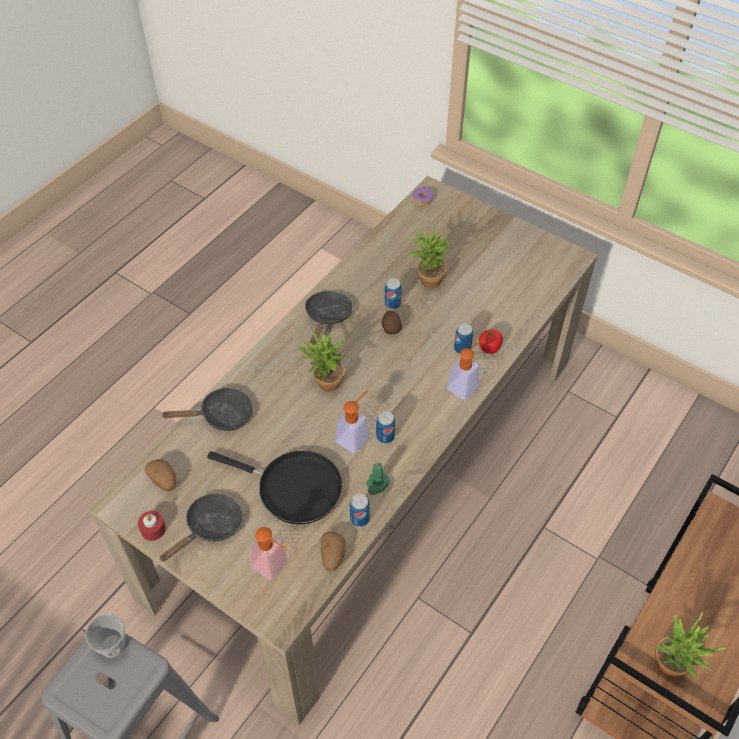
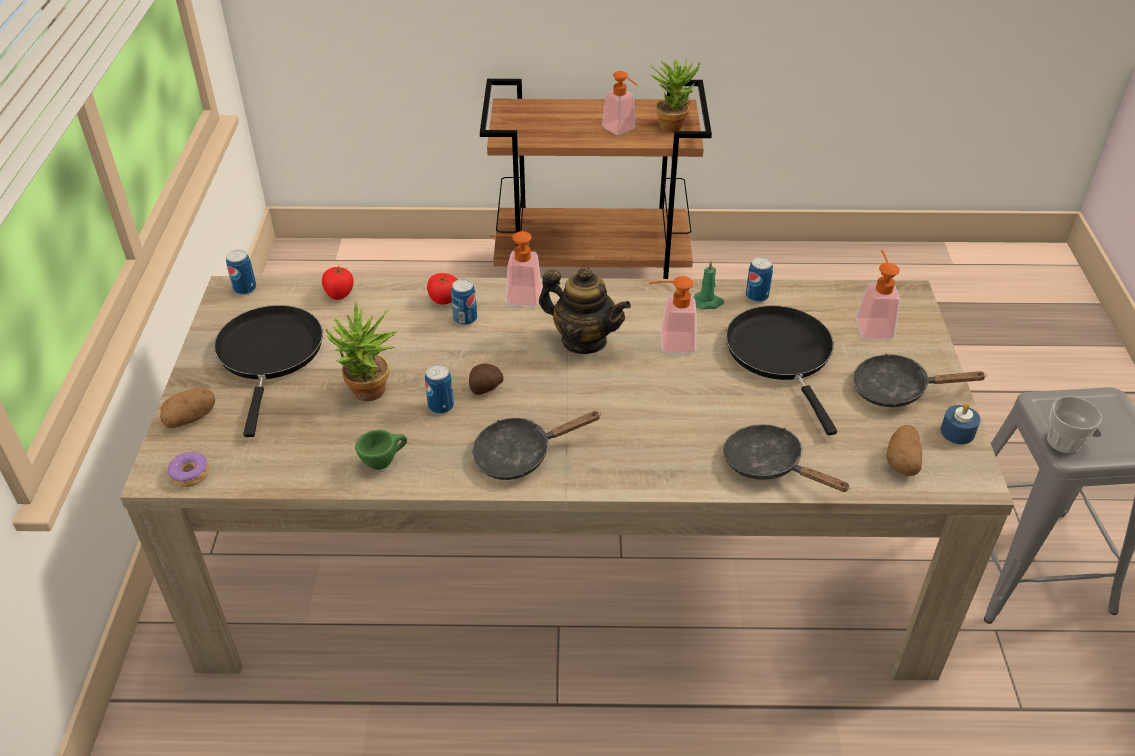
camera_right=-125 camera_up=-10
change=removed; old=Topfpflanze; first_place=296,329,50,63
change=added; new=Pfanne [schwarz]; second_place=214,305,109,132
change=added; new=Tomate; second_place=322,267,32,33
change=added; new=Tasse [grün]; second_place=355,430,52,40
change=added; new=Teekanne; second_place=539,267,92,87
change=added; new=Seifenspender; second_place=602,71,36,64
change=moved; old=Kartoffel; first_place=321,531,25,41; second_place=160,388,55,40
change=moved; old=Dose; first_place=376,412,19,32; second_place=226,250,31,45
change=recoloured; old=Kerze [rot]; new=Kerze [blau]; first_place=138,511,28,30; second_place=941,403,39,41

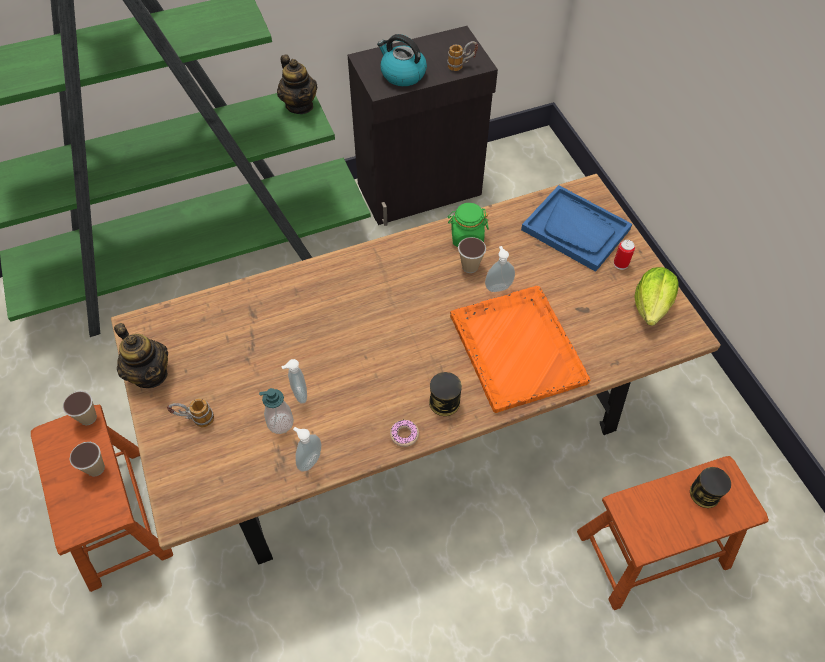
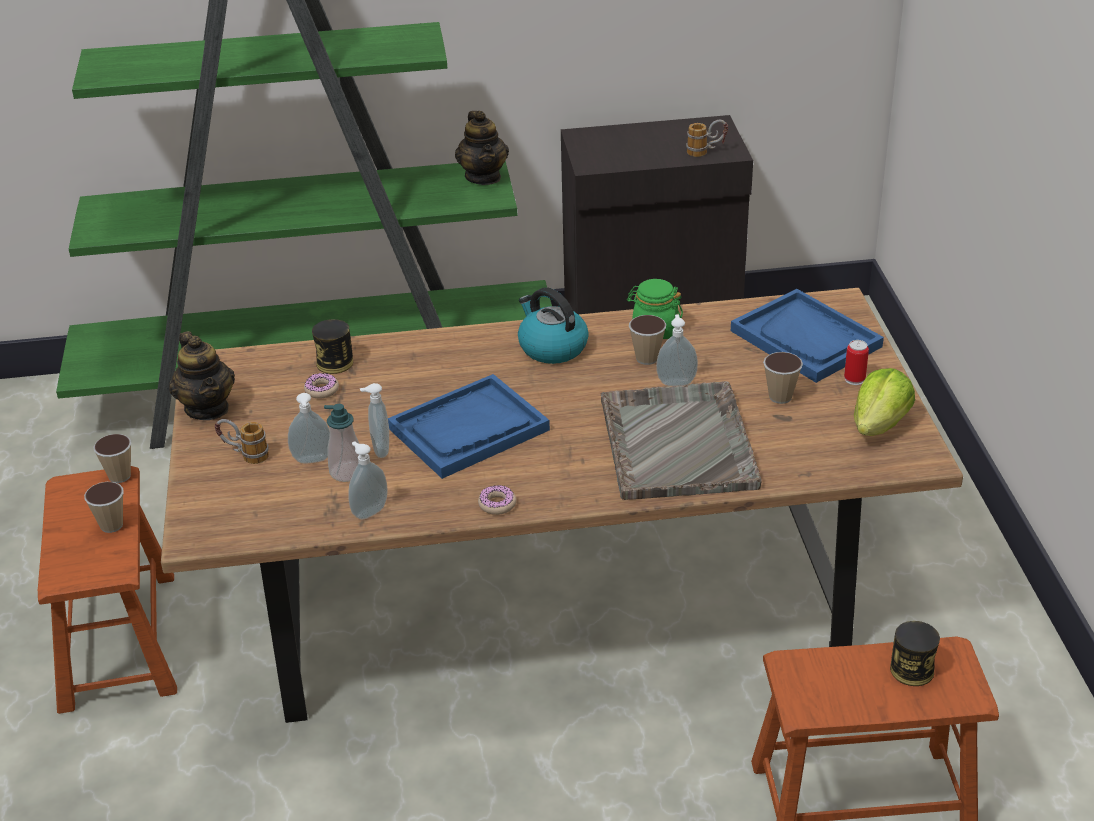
camera_right=15 camera_up=-20
change=added; new=Seifenspender; second_place=288,393,42,70
change=added; new=Donut; second_place=304,373,35,26
change=added; new=Tablett [blau]; second_place=388,374,162,105
change=added; new=Tasse; second_place=763,352,40,52
change=moved; old=Wasserkessel; first_place=377,34,50,52; second_place=518,287,71,77
change=moved; old=Dose; first_place=429,372,33,44; second_place=312,319,41,55
change=recoloured; old=Tablett [orange]; new=Tablett [grau]; first_place=450,286,140,127; second_place=601,381,161,119

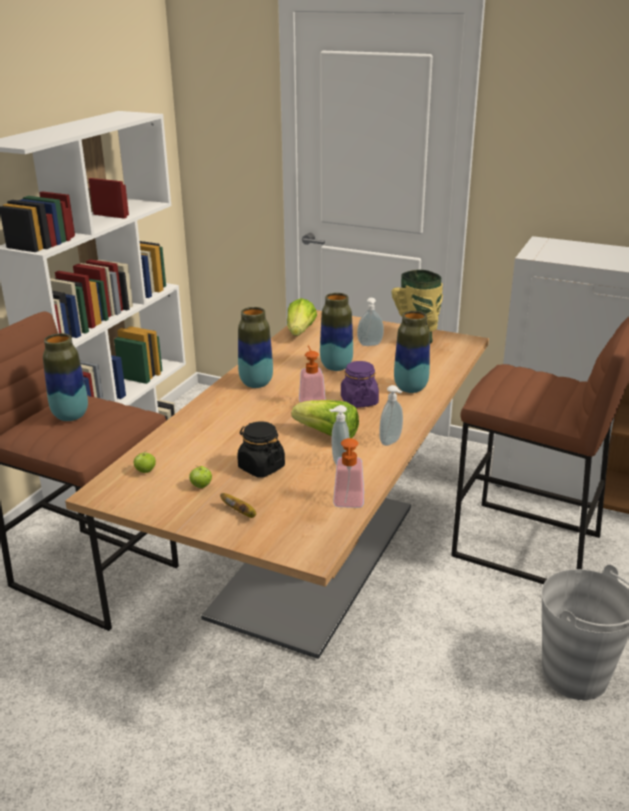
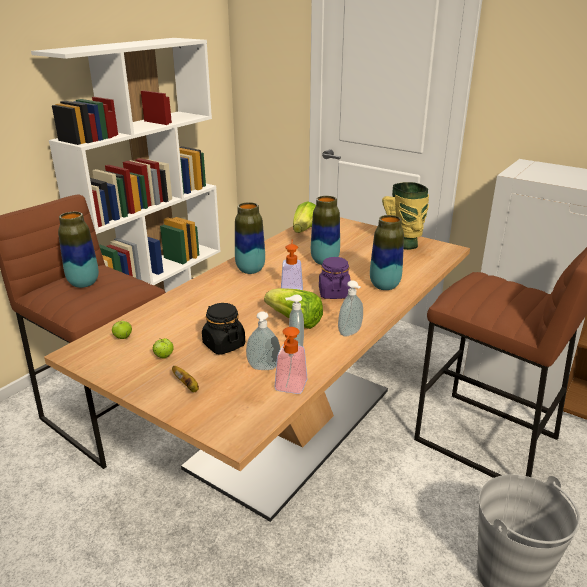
camera_right=10 camera_up=0
change=moved; old=Seifenspender; first_place=357,298,27,48; second_place=246,311,35,59

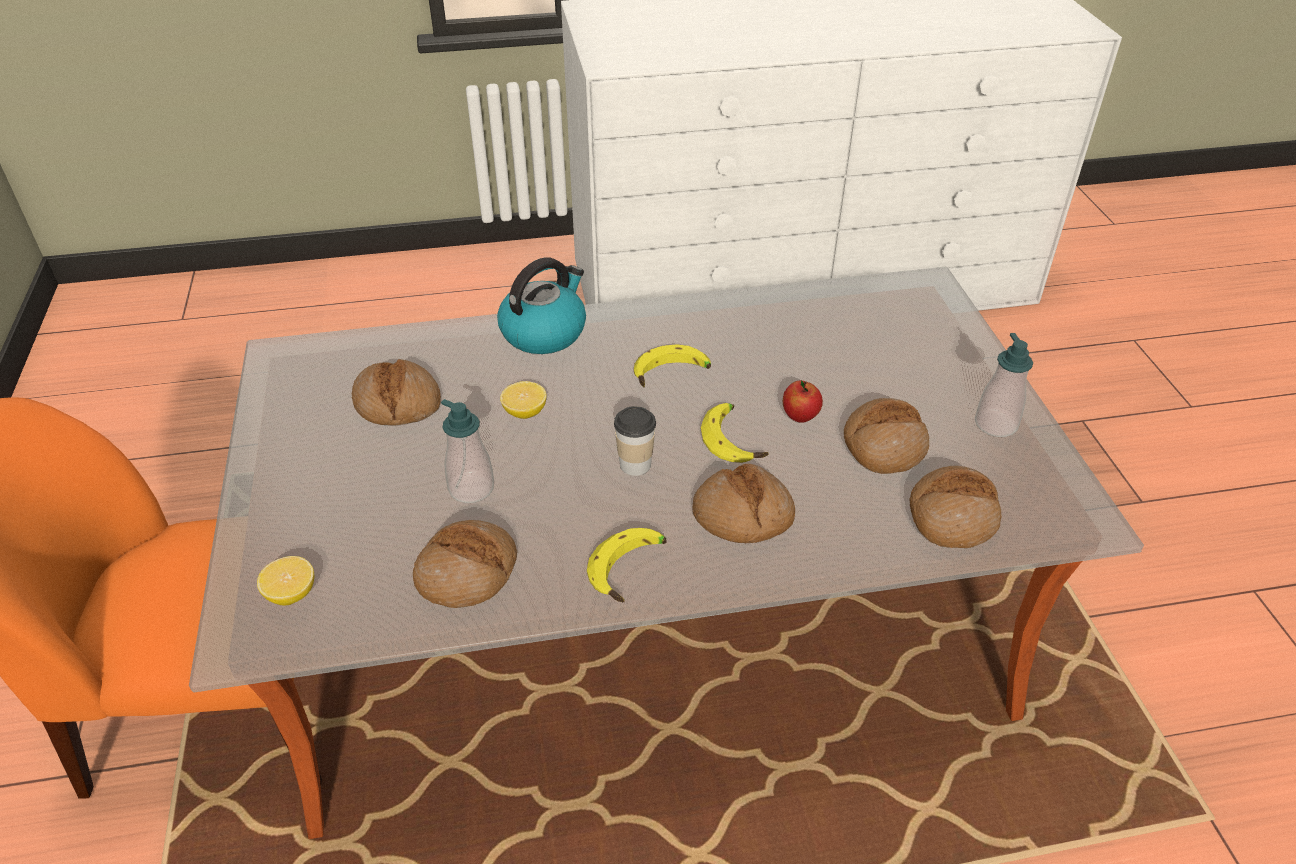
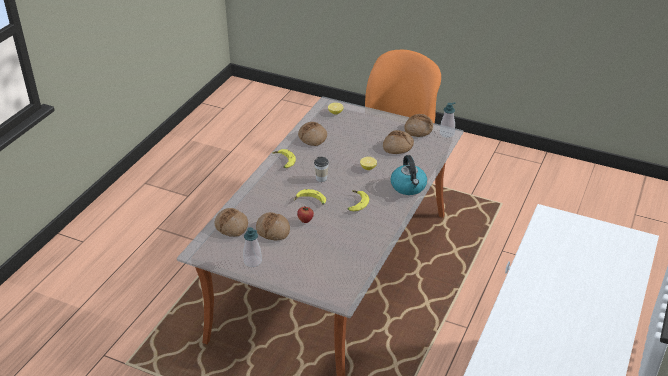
camera_right=125 camera_up=-5
change=moved; old=Seifenspender; first_place=441,399,53,104; second_place=440,102,15,36
change=moved; old=Brot; first_place=693,464,102,79; second_place=404,114,29,23

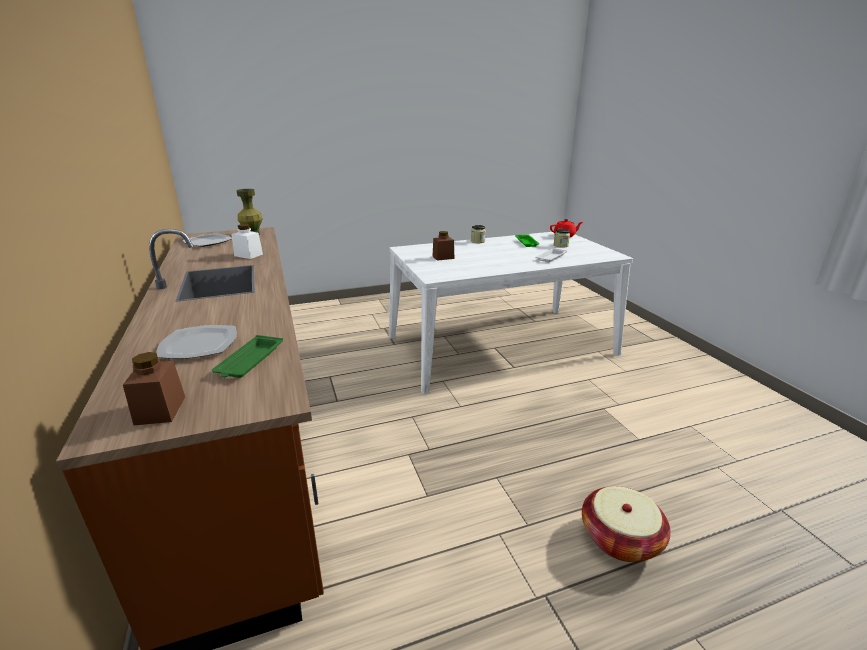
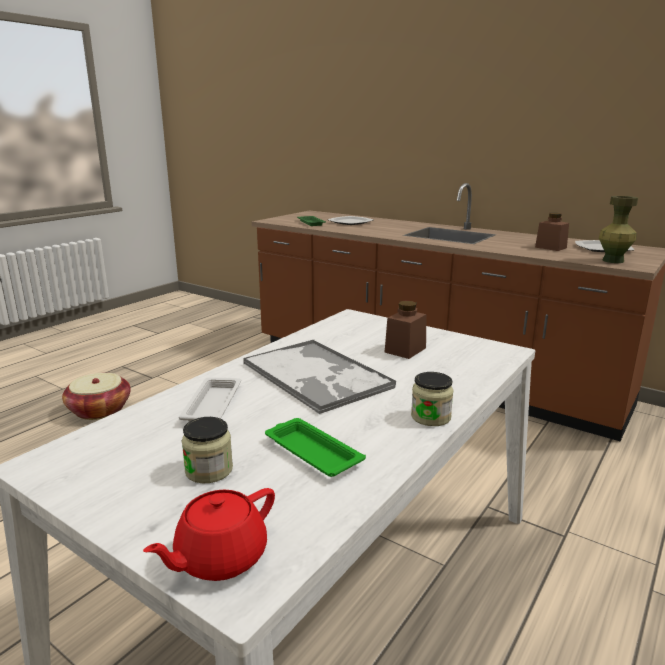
camera_right=145 camera_up=-5
change=removed; old=Vorratsglas [weiß]; first_place=231,224,32,35
change=added; new=Tablett; second_place=244,340,152,74
change=moved; old=Vorratsglas [braun]; first_place=123,352,62,73; second_place=535,213,34,38

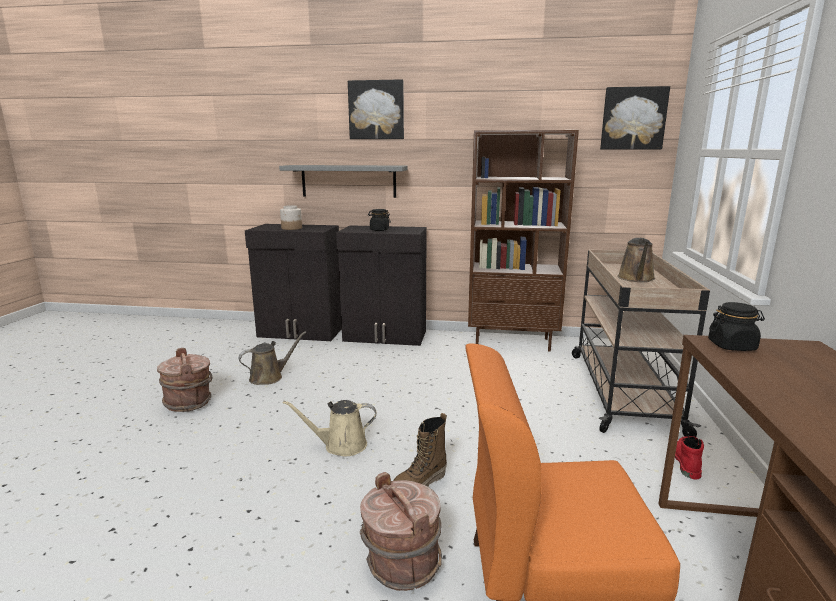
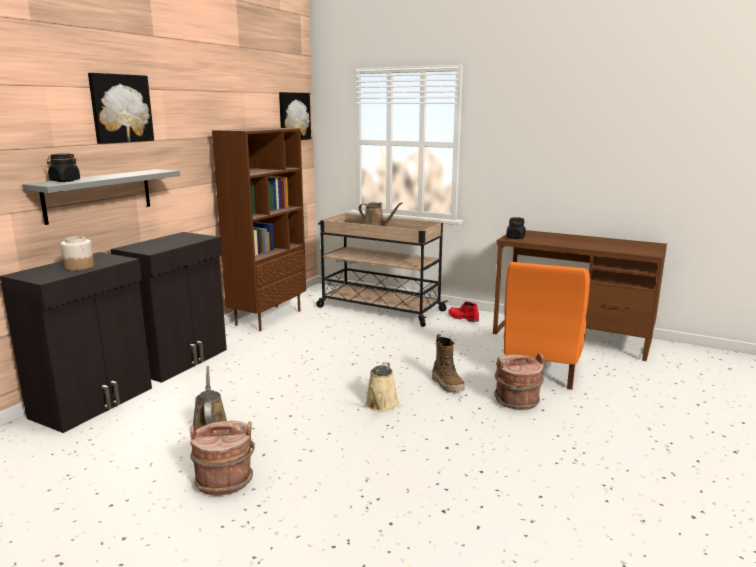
camera_right=-70 camera_up=0
change=moved; old=Vorratsglas [schwarz]; first_place=368,209,23,22; second_place=47,153,33,29

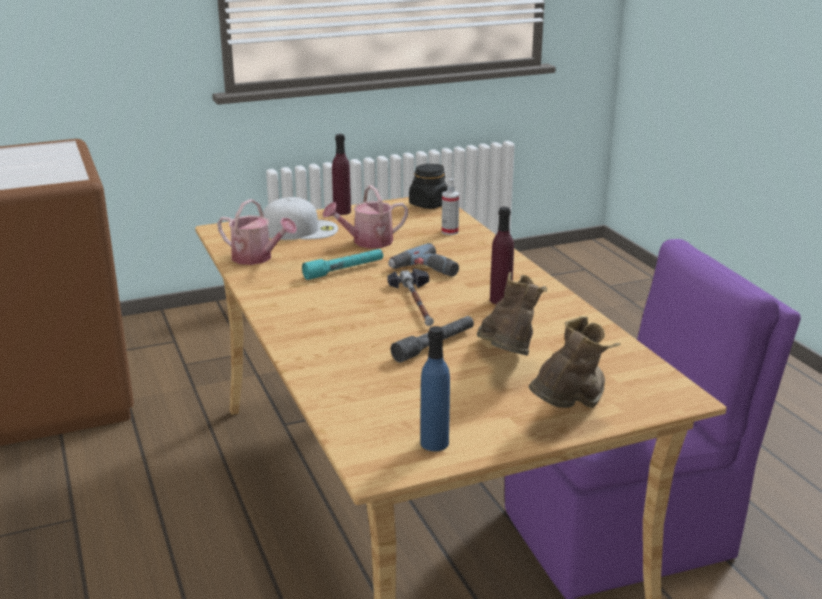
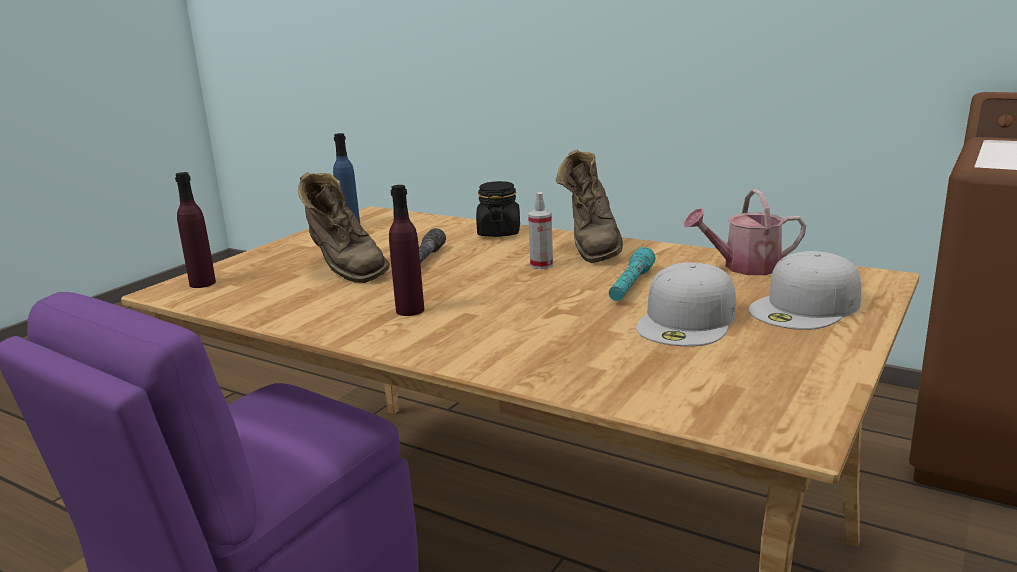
camera_right=145 camera_up=-5
change=removed; old=Bohrmaschine; first_place=388,243,71,34
change=removed; old=Hammer; first_place=388,268,46,58
change=moved; old=Flasche [lila]; first_place=332,134,19,81; second_place=175,172,41,116
change=moved; old=Vorratsglas [schwarz]; first_place=409,164,39,45; second_place=476,181,44,56
change=moved; old=Sprühflasche; first_place=442,179,17,56; second_place=528,192,25,77
change=moved; old=Stiefel [braun]; first_place=528,316,92,92; second_place=556,150,67,113
change=replaced; old=Gießkanne; new=Kappe [weiß]; first_place=323,185,85,64; second_place=636,262,100,85

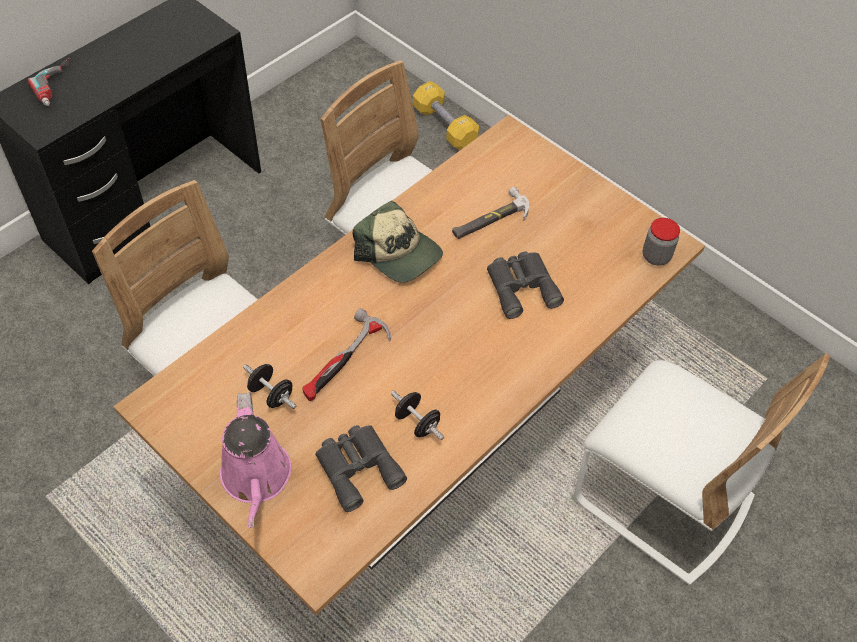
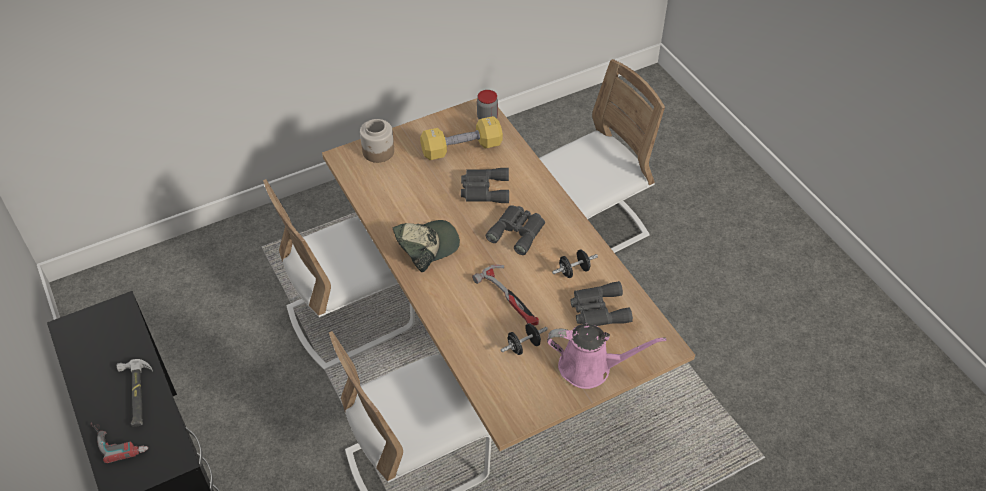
camera_right=-70 camera_up=-5
change=added; new=Vorratsglas; second_place=360,119,34,44
change=added; new=Fernglas [grau]; second_place=486,206,59,49
change=moved; old=Hantel [gelb]; first_place=413,81,66,69; second_place=420,116,83,44
change=moved; old=Hammer; first_place=452,187,77,52; second_place=117,359,36,68

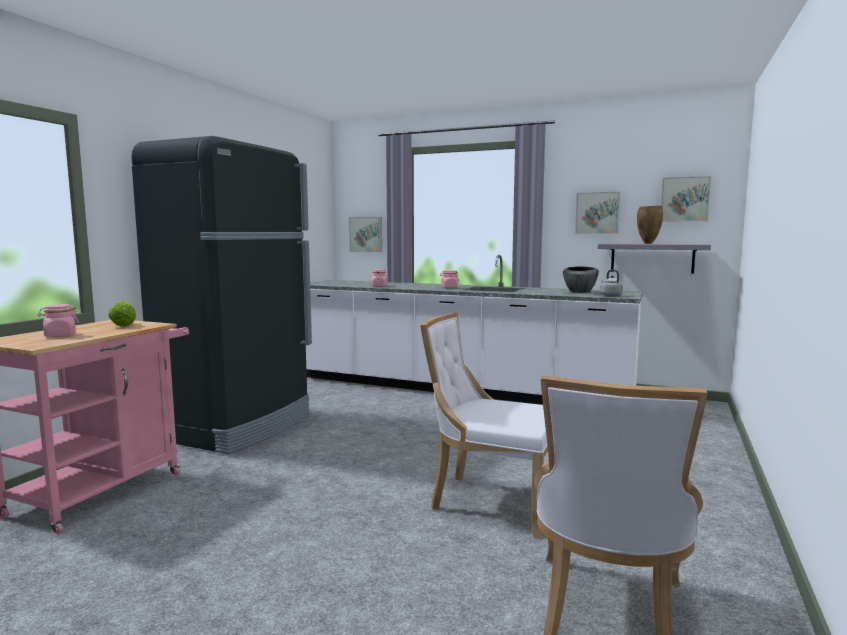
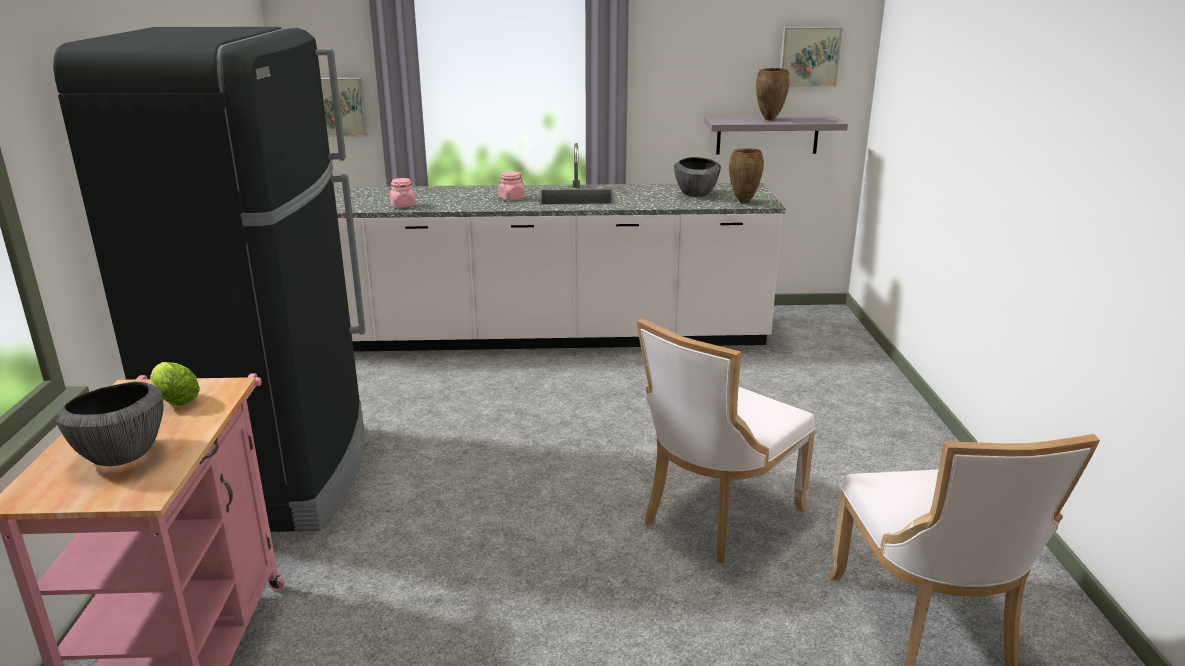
camera_right=-25 camera_up=15
change=removed; old=Bild; first_place=575,192,45,42
change=replaced; old=Vorratsglas [rosa]; new=Schüssel; first_place=37,304,42,33; second_place=55,382,109,84
change=replaced; old=Wasserkessel [grau]; new=Vase [braun]; first_place=600,269,23,28; second_place=729,148,35,55
change=turned; old=Stuhl [weiß]; first_place=420,313,128,225; second_place=637,318,178,245; degrees=-45

